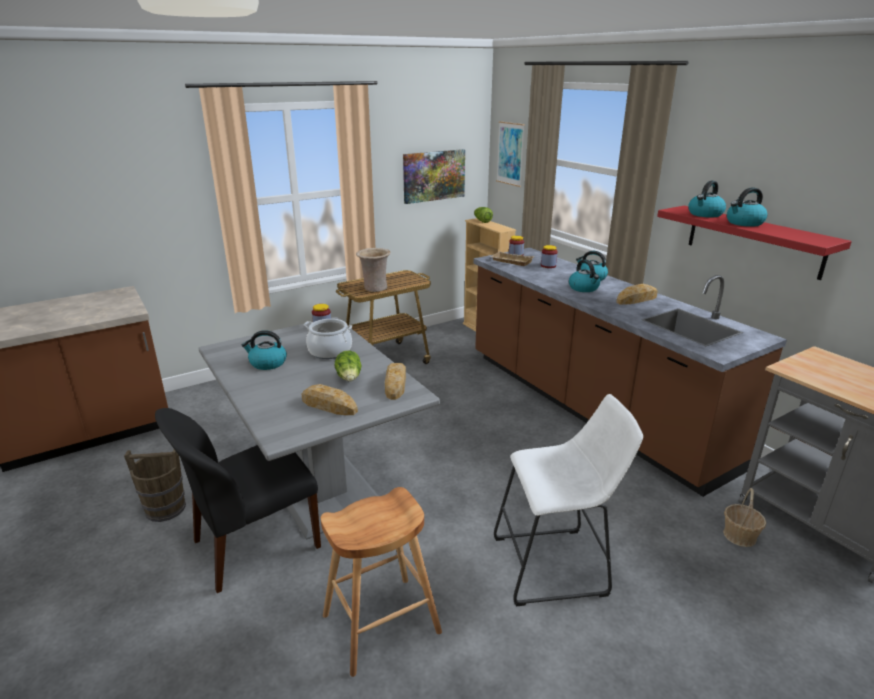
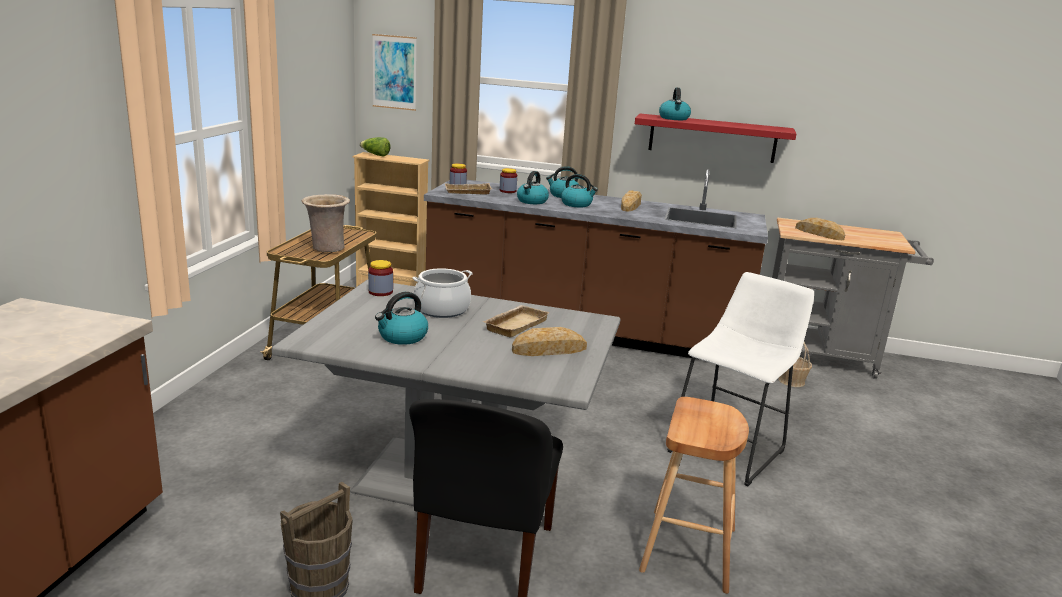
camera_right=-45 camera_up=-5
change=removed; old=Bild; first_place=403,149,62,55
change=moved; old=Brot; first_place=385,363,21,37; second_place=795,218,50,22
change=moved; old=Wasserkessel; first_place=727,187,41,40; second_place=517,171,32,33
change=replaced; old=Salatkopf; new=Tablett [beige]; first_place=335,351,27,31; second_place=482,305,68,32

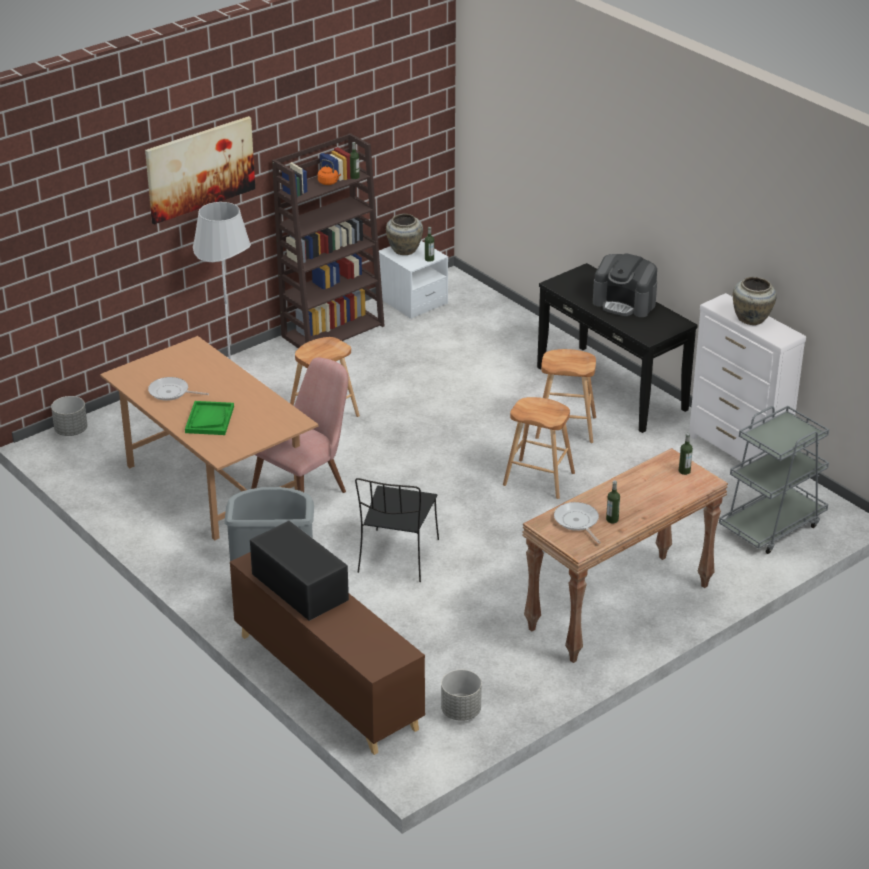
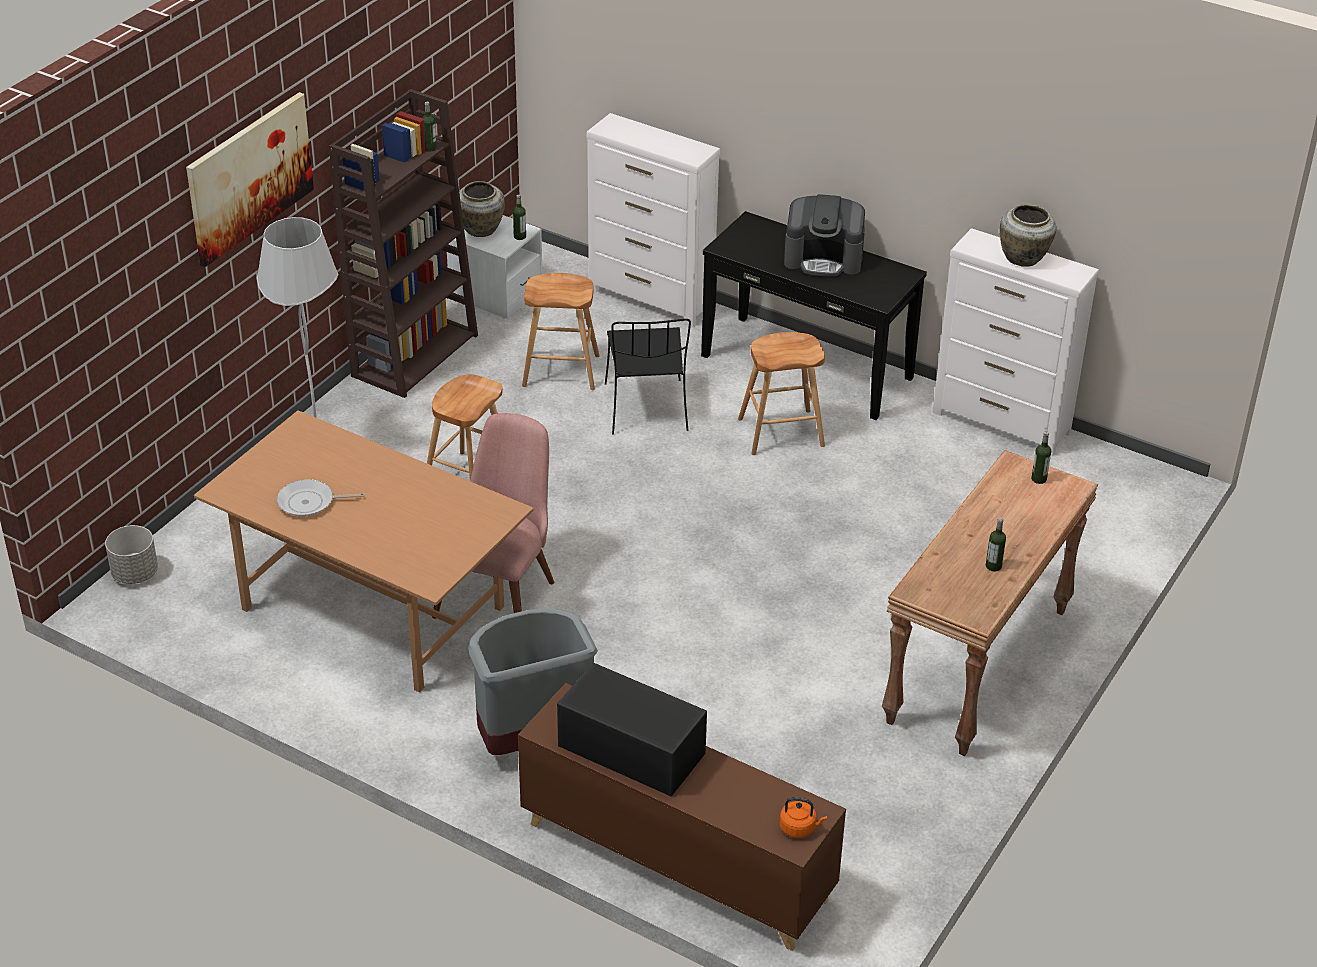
camera_right=-20 camera_up=5
change=removed; old=Tablett [grün]; first_place=185,401,49,34
change=removed; old=Pflanzkübel [grau]; first_place=441,670,41,51
change=removed; old=Pfanne; first_place=554,502,47,42
change=removed; old=Rollwagen [grau]; first_place=719,406,110,148
change=added; new=Kommode [weiß]; second_place=587,113,133,214
change=moved; old=Wasserkessel [orange]; first_place=318,159,23,26; second_place=780,797,47,41
change=moved; old=Stuhl [schwarz]; first_place=355,478,84,104; second_place=605,319,86,115
change=moved; old=Hocker [braun]; first_place=503,397,72,102; second_place=522,273,77,117

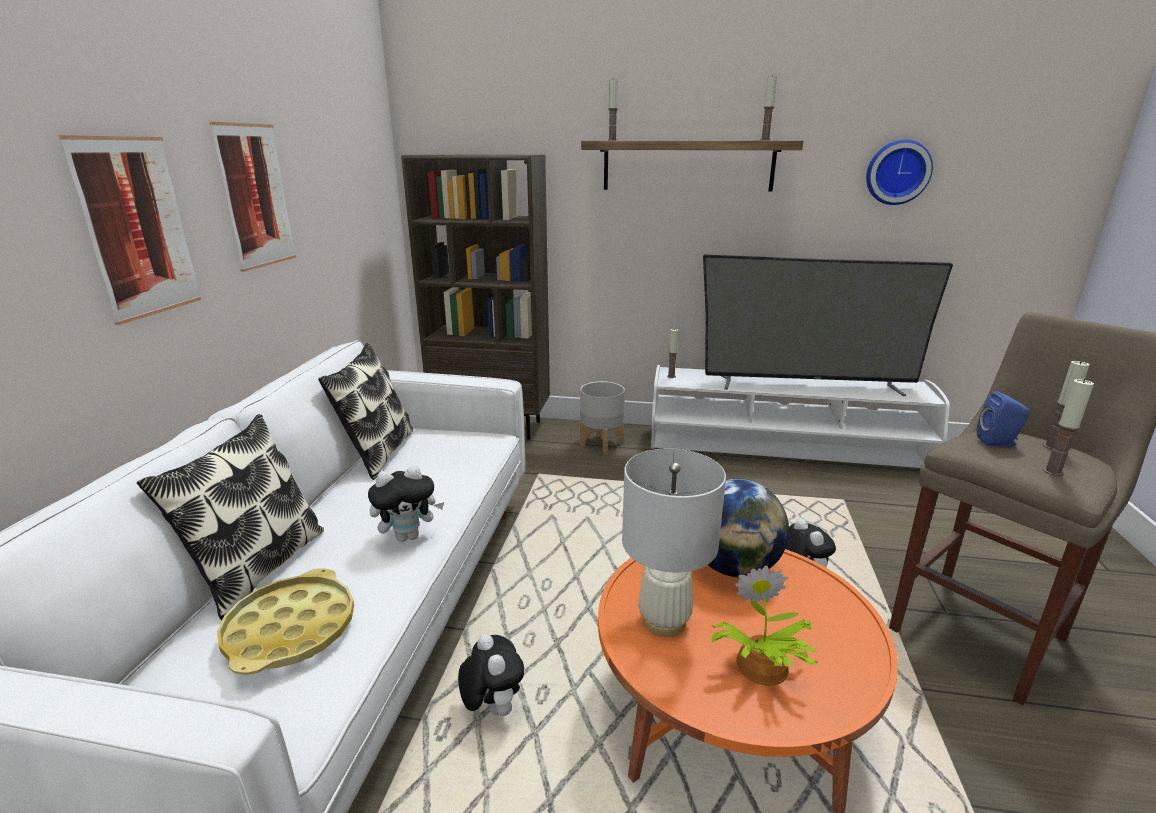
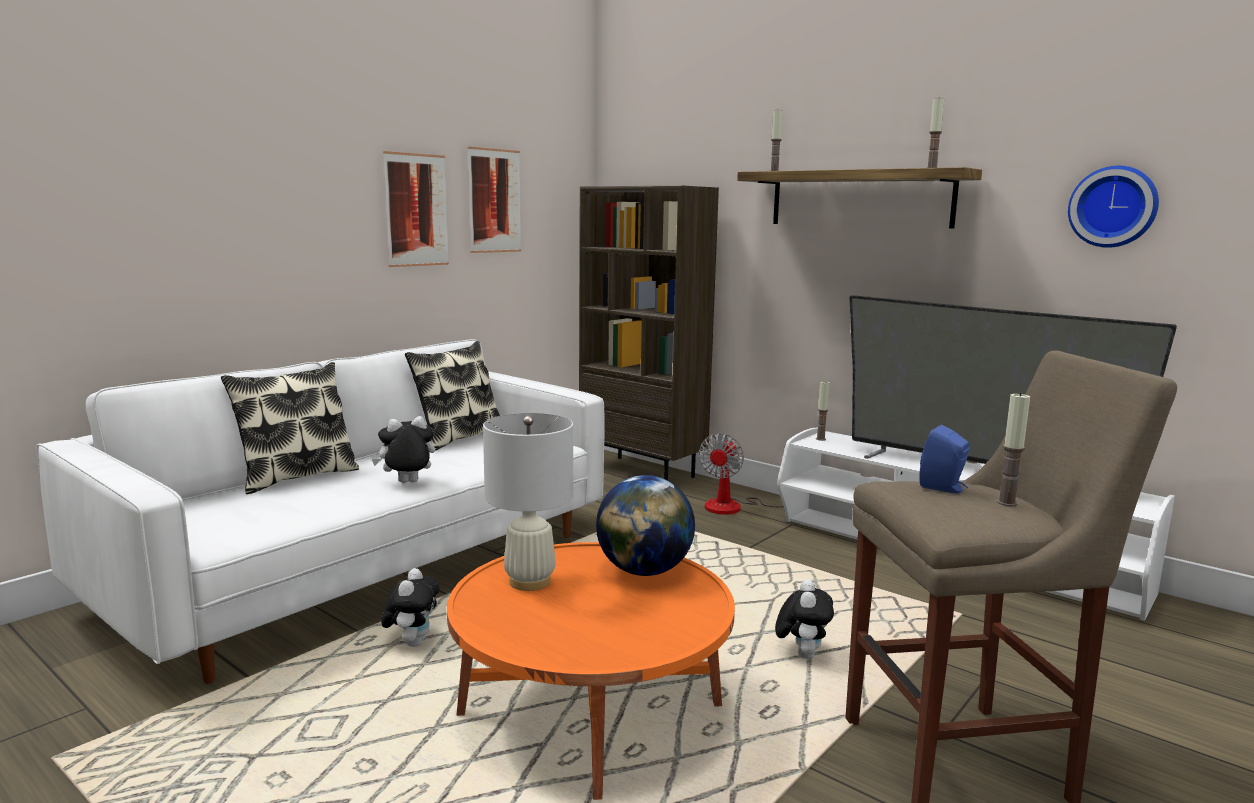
camera_right=30 camera_up=-10
change=removed; old=Tablett [gelb]; first_place=217,569,137,106
change=removed; old=Topfpflanze; first_place=712,566,105,120
change=removed; old=Kerze; first_place=1043,379,51,97
change=moved; old=Bild; first_place=59,135,142,190; second_place=468,147,53,106
change=replaced; old=Pflanzkübel [grau]; new=Ventilator; first_place=580,381,45,73; second_place=698,433,86,82
change=turned; old=Plüschtier; first_place=368,466,76,76; second_place=372,416,63,67; degrees=150

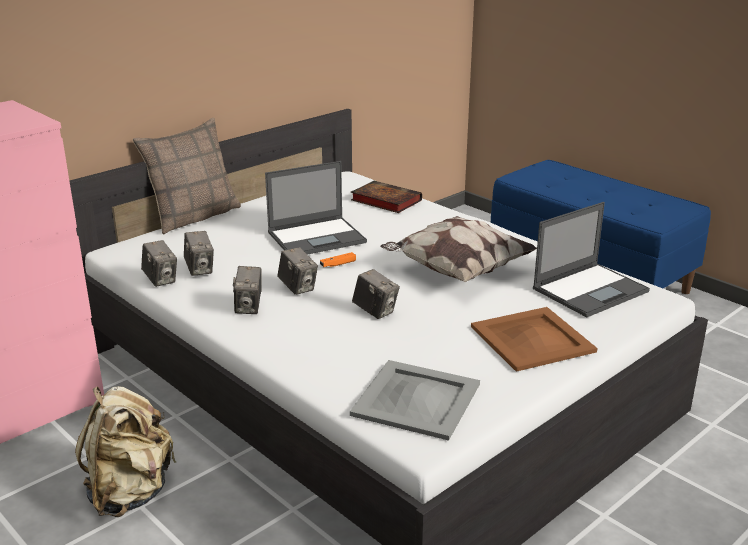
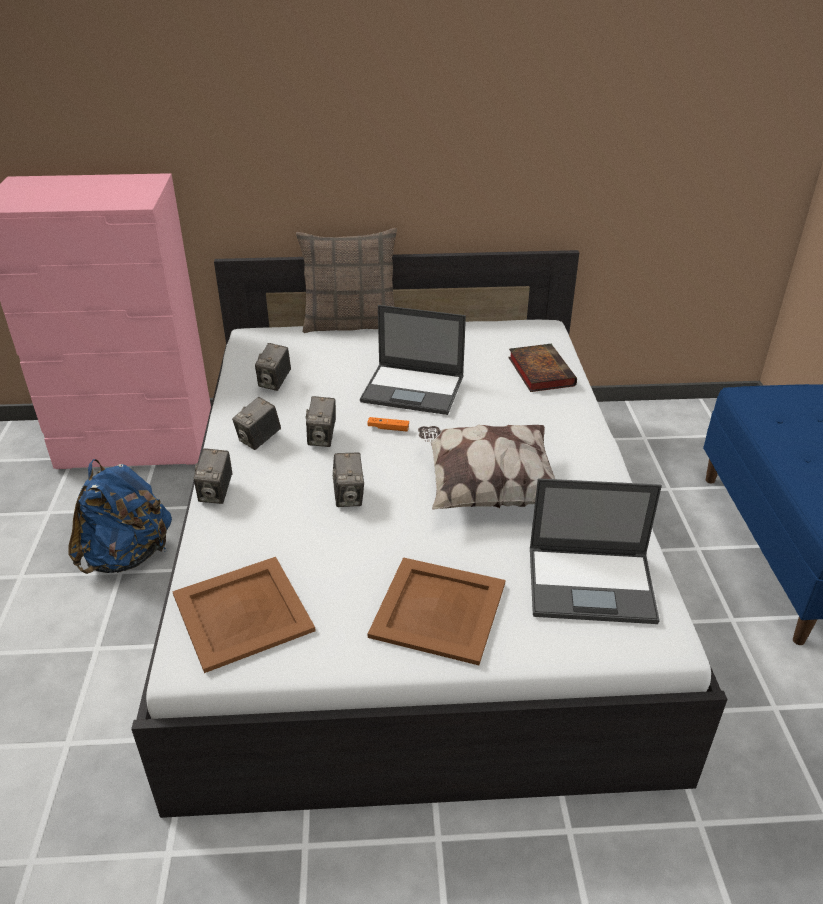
camera_right=40 camera_up=10
change=moved; old=Kamera; first_place=141,240,36,47; second_place=194,448,38,56
change=recoloured; old=Rucksack [beige]; new=Rucksack [blau]; first_place=75,386,101,131; second_place=68,459,104,115
change=recoloured; old=Tablett [grau]; new=Tablett [braun]; first_place=350,360,130,81; second_place=172,557,144,116

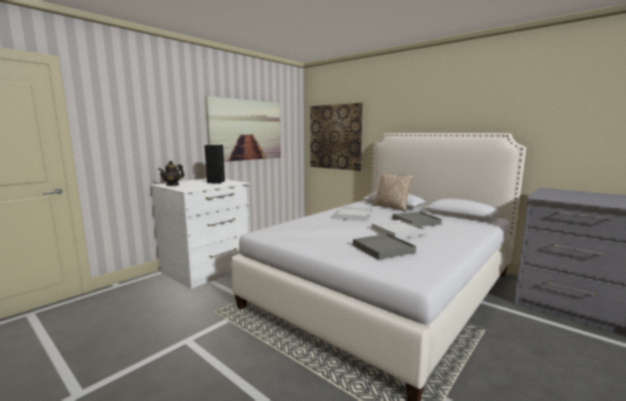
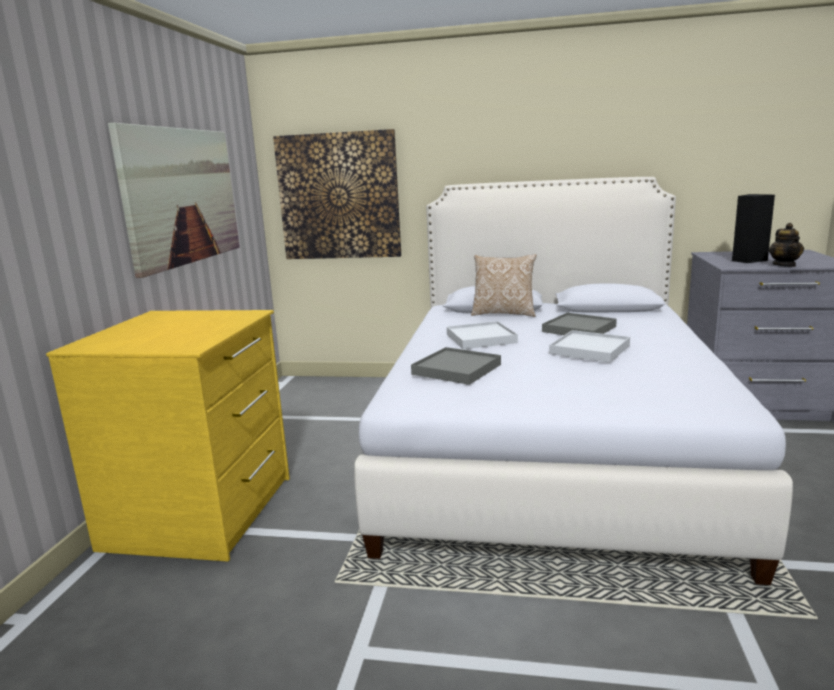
camera_right=-30 camera_up=5
change=moved; old=Teekanne; first_place=158,161,27,25; second_place=769,223,35,44
change=moved; old=Lautsprecher [schwarz]; first_place=204,145,21,39; second_place=732,194,43,69
change=moved; old=Tablett [grau]; first_place=353,234,63,26; second_place=411,347,90,38
change=recoloured; old=Kommode [weiß]; new=Kommode [gelb]; first_place=150,178,100,112; second_place=46,310,244,252

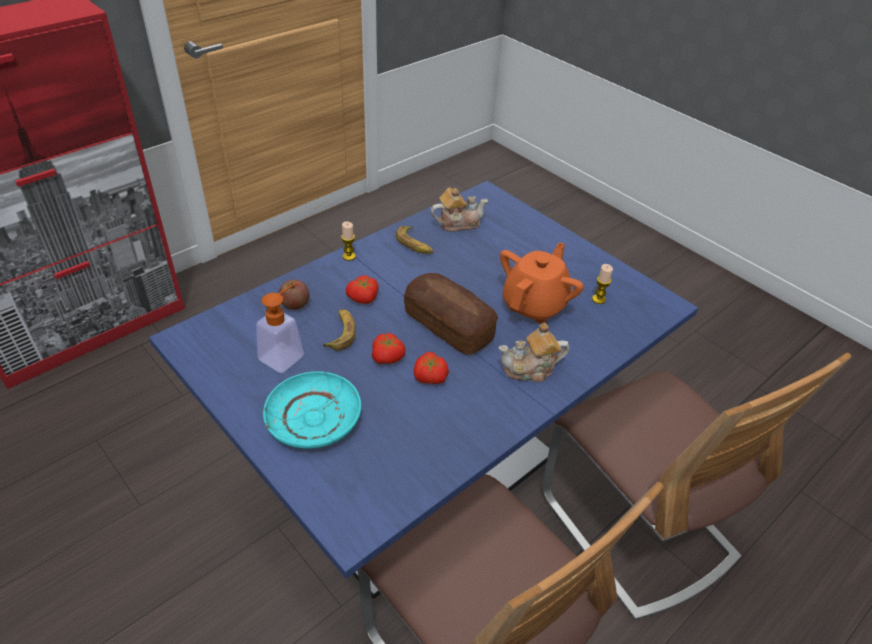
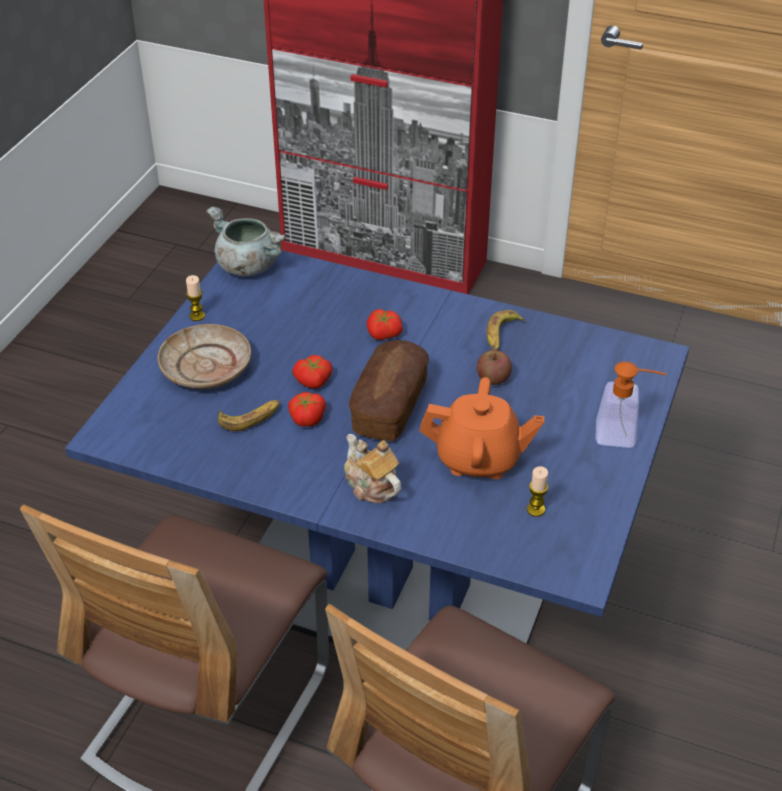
camera_right=65 camera_up=0
change=removed; old=Teekanne; first_place=431,188,57,44
change=added; new=Kochtopf [grau]; second_place=206,207,80,70
change=moved; old=Seifenspender; first_place=256,282,48,91; second_place=595,362,71,86
change=moved; old=Apfel; first_place=278,280,31,30; second_place=477,350,35,35
change=moved; old=Banane; first_place=323,309,33,42; second_place=218,400,62,31
change=moved; old=Kerze; first_place=341,221,15,40; second_place=186,275,19,46
change=recoloured; old=Teller [türkis]; new=Teller [beige]; first_place=263,371,98,78; second_place=157,324,94,65

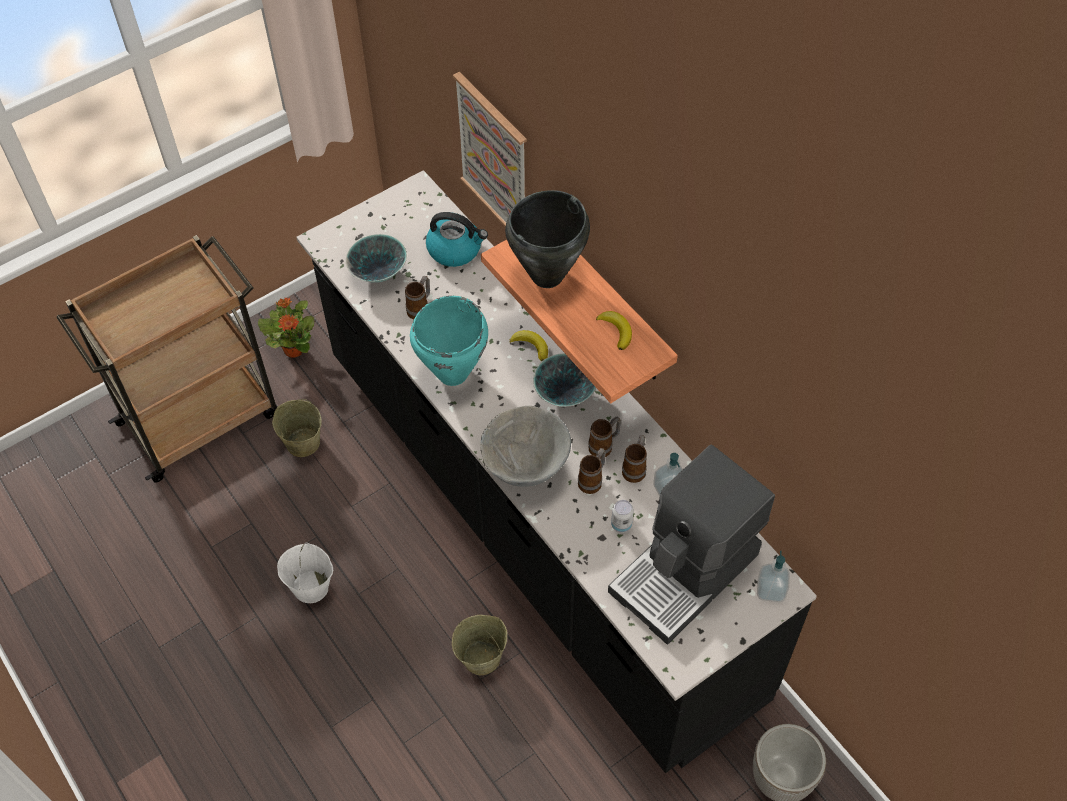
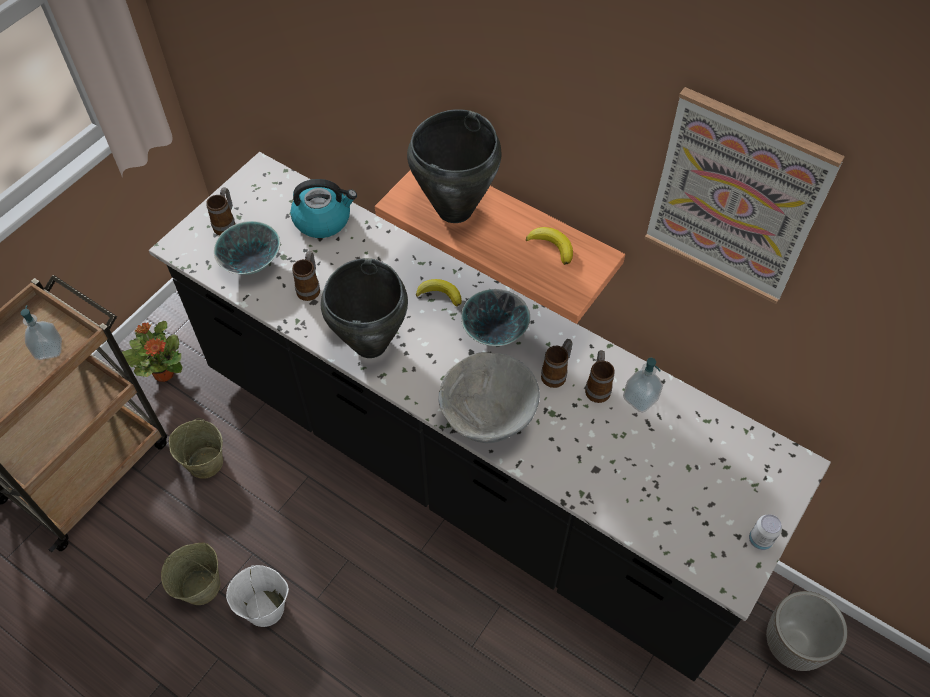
camera_right=-20 camera_up=0
change=removed; old=Kaffeemaschine; first_place=608,444,167,201
change=moved; old=Eimer [beige]; first_place=452,615,55,60; second_place=161,543,59,62
change=moved; old=Bild; first_place=453,72,74,155; second_place=645,87,200,217
change=moved; old=Henkelbecher; first_place=578,448,28,46; second_place=206,187,29,48
change=moved; old=Dose; first_place=611,500,23,33; second_place=749,514,33,36
change=moved; old=Seifenspender; first_place=757,550,33,52; second_place=21,305,41,55
change=recoloured; old=Kochtopf [türkis]; new=Kochtopf [schwarz]; first_place=410,296,78,90; second_place=321,258,87,100

